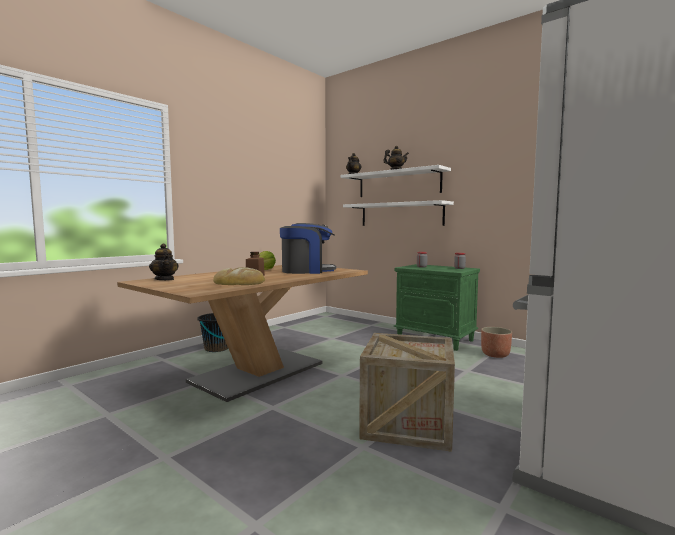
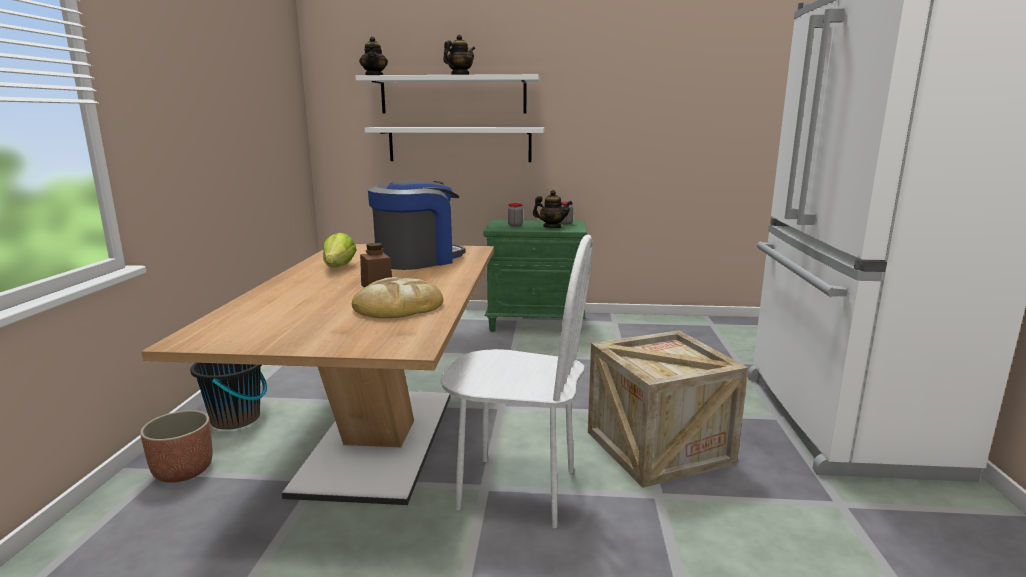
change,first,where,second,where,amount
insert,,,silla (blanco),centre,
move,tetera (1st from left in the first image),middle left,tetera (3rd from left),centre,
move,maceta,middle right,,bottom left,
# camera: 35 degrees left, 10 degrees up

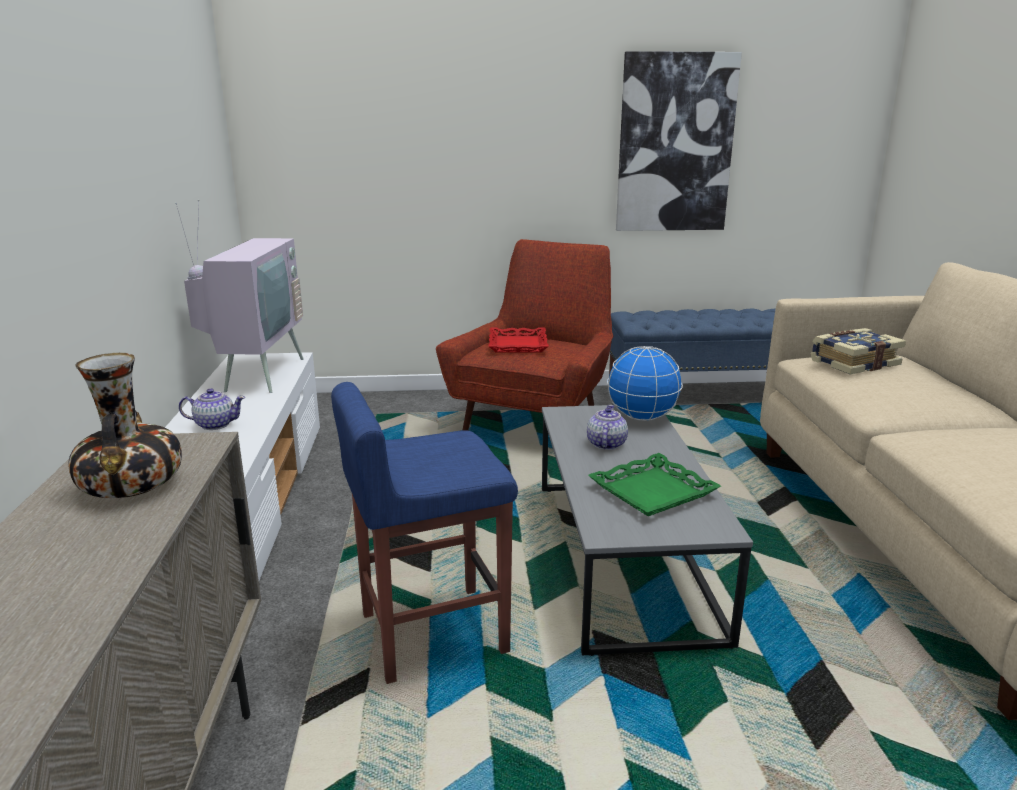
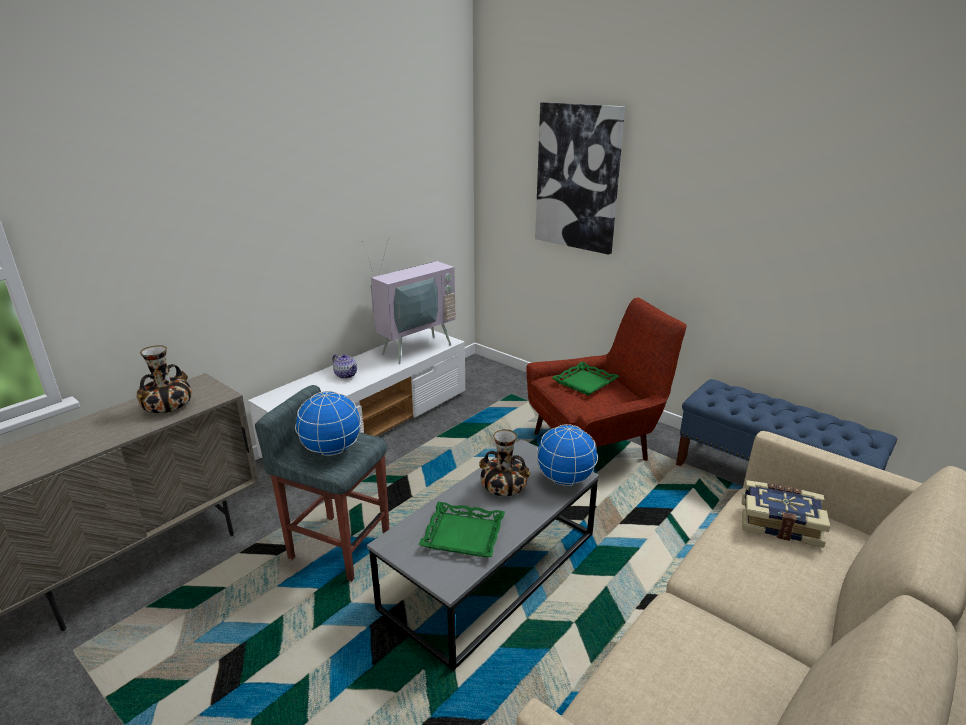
change,first,where,second,where,amount
insert,,,globo terráqueo (1st from left),centre,
move,cuadro,top right,,top centre,
replace,tetera (2nd from left),centre,florero (2nd from left),centre,
recolor,taburete (azul),bottom centre,taburete (gris),centre,
recolor,bandeja (rojo),centre,bandeja (verde) (2nd from left),centre,
# camera: 45 degrees right, 5 degrees up

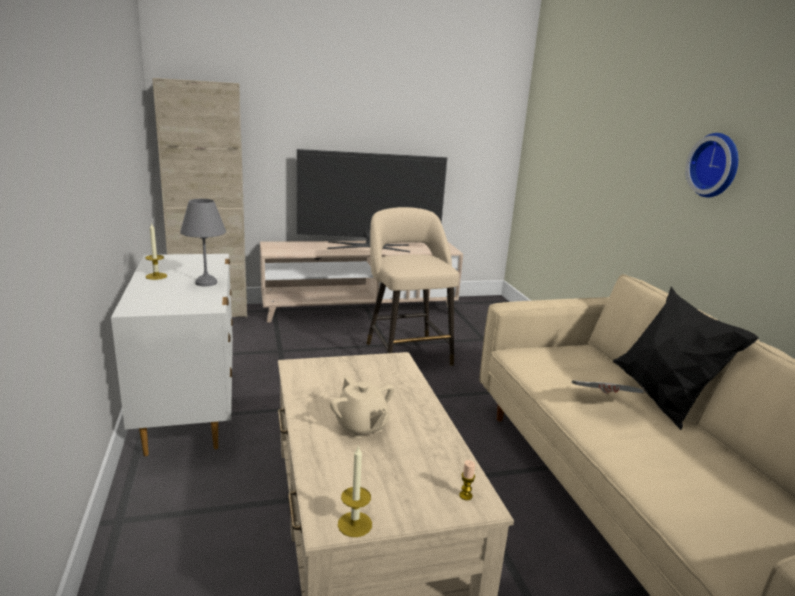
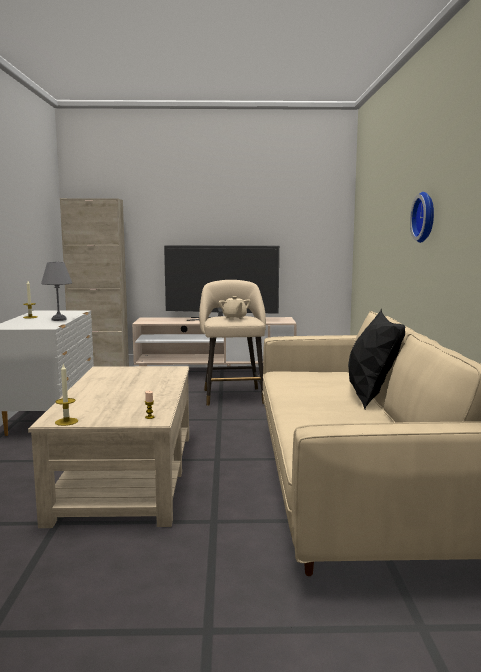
change,first,where,second,where,amount
delete,periódico,middle right,,,
move,tetera (beis),bottom centre,,centre,
# camera: 15 degrees right, 10 degrees down

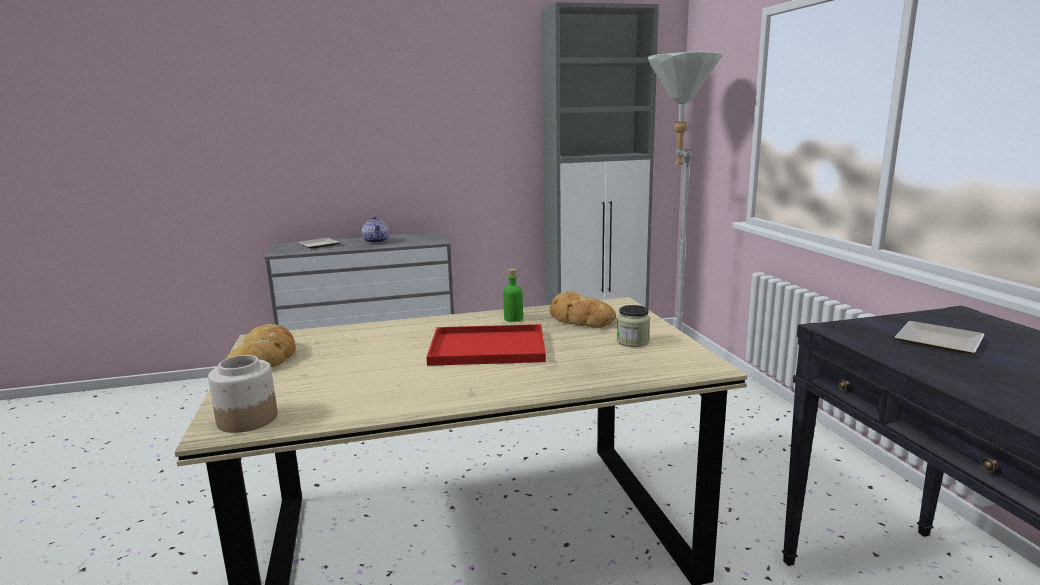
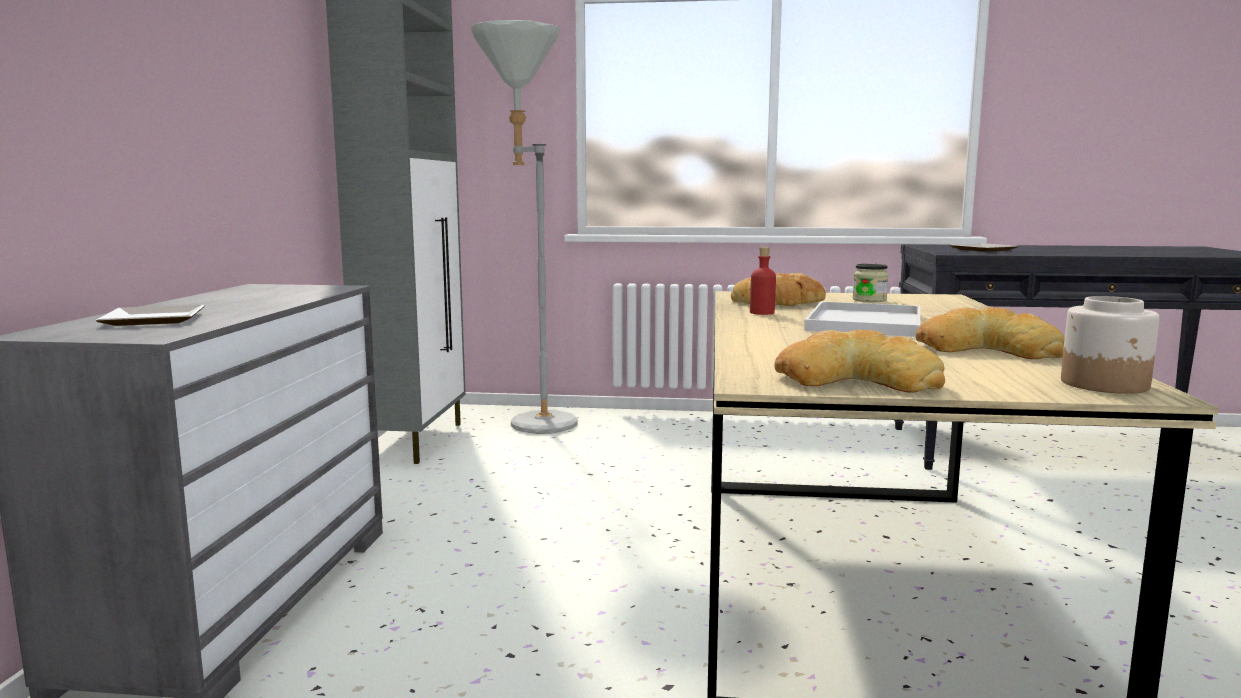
change,first,where,second,where,amount
delete,tetera,centre,,,
insert,,,pan (3rd from left),middle right,
recolor,bandeja (rojo),centre,bandeja (blanco),middle right,
recolor,botella (verde),centre,botella (rojo),centre,
# camera: 70 degrees left, 5 degrees down

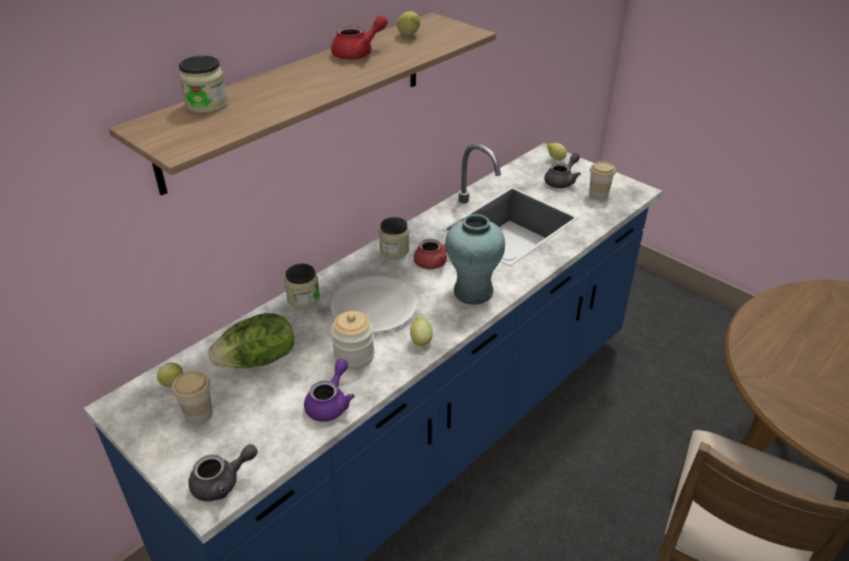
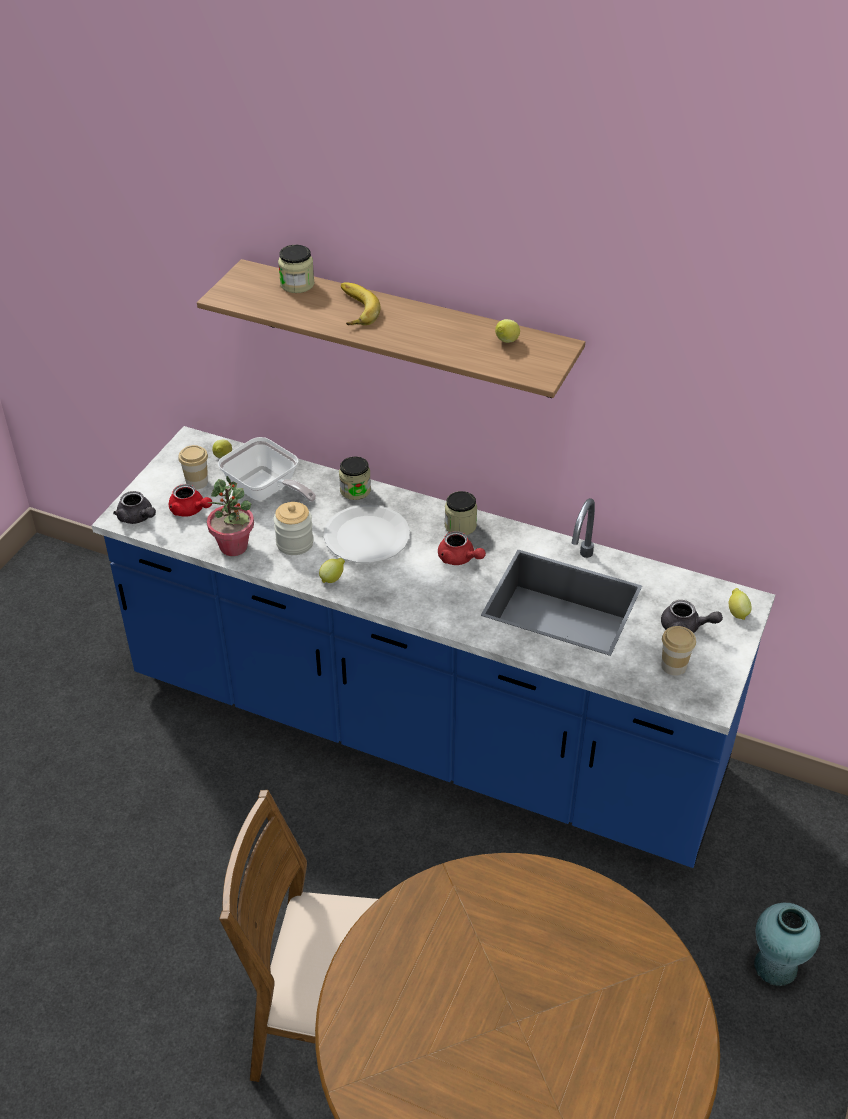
change,first,where,second,where,amount
insert,,,plátano,top centre,
move,tetera (rojo) (1st from left),top centre,,middle left,
move,florero (turquesa),centre,,bottom right,
replace,lechuga,middle left,sartén,middle left,
replace,tetera (morado),bottom centre,planta en maceta,middle left,
# camera: 70 degrees right, 5 degrees up

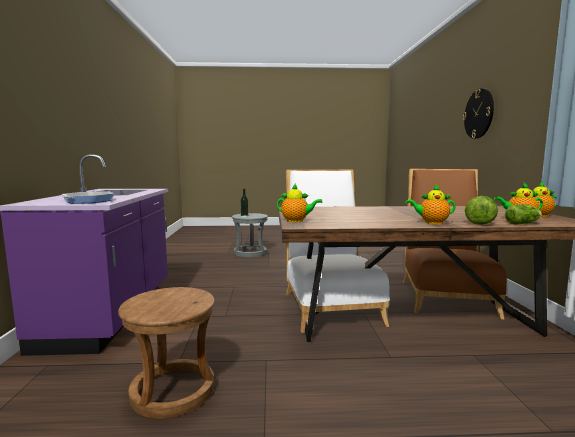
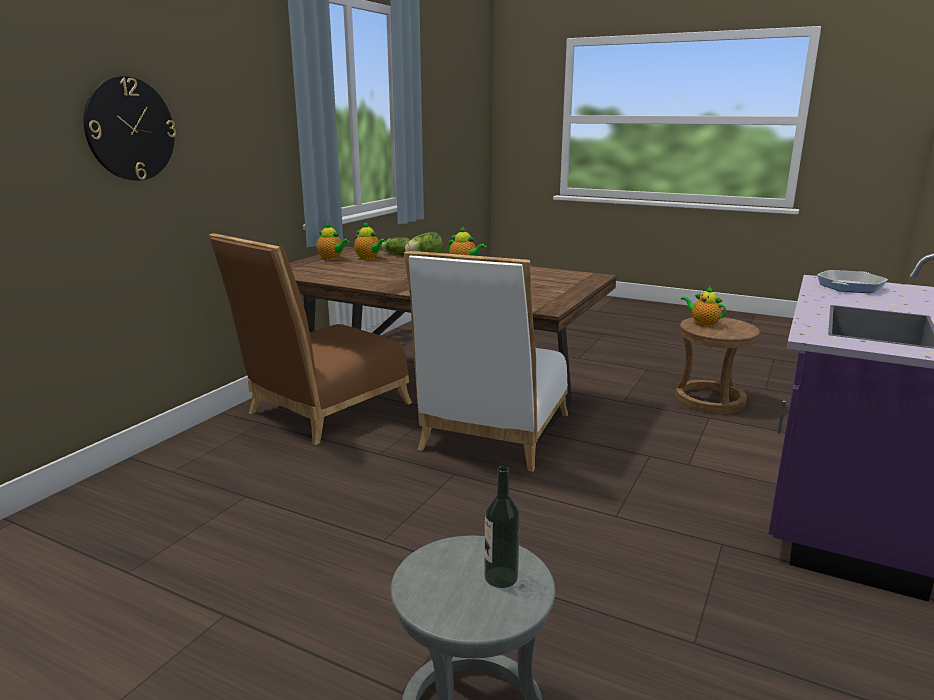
change,first,where,second,where,amount
move,tetera (1st from left in the first image),centre,tetera (4th from left),middle right,
# camera: 150 degrees left, 10 degrees up

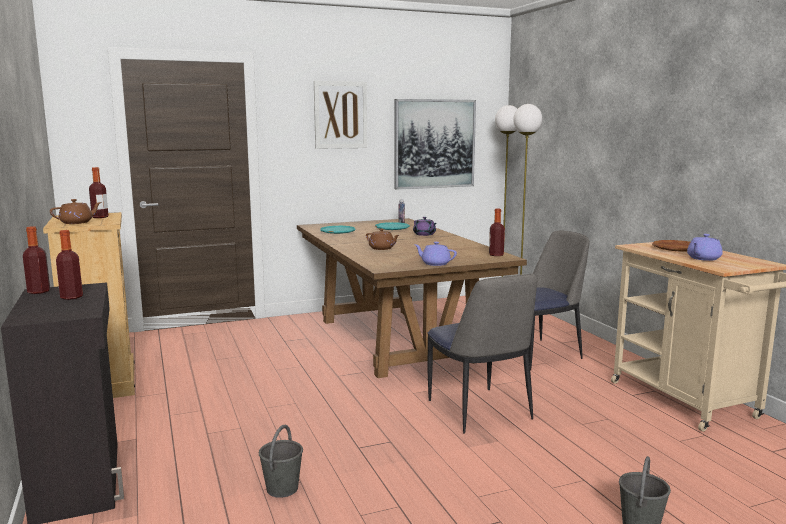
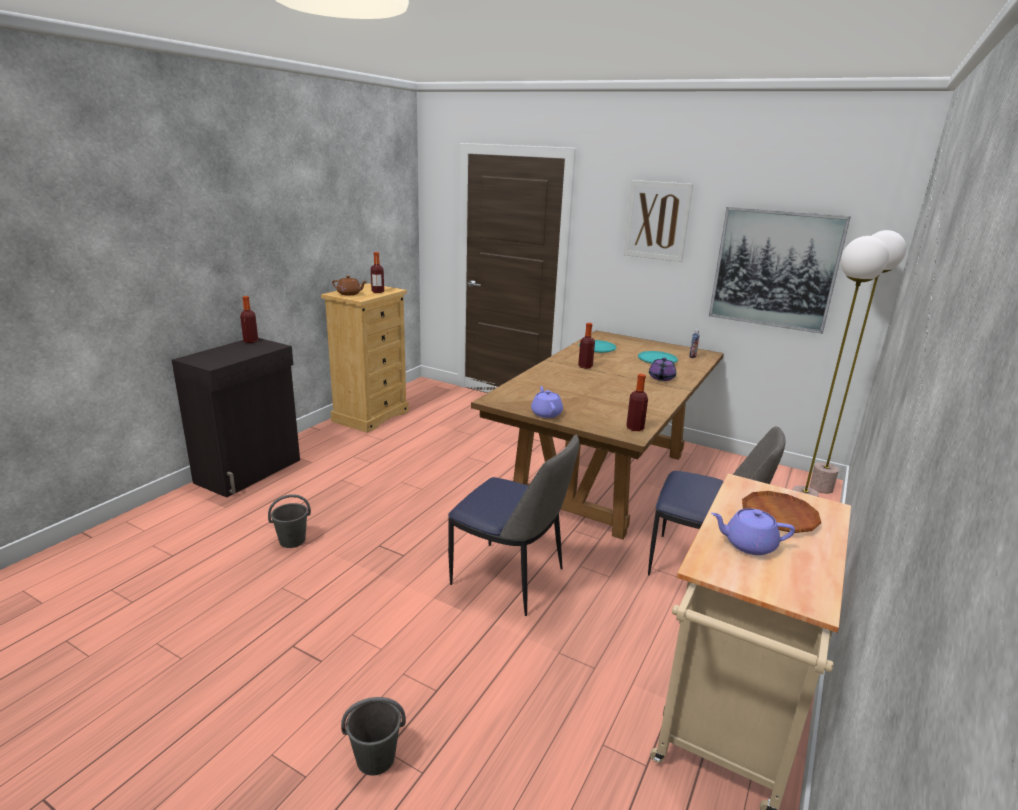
change,first,where,second,where,amount
delete,tetera (marrón) (2nd from left),centre,,,
move,botella (2nd from left in the first image),middle left,botella (3rd from left),centre,
rotate,silla (1st from left),bottom centre,,centre,90 degrees counterclockwise
# camera: 50 degrees right, 10 degrees up

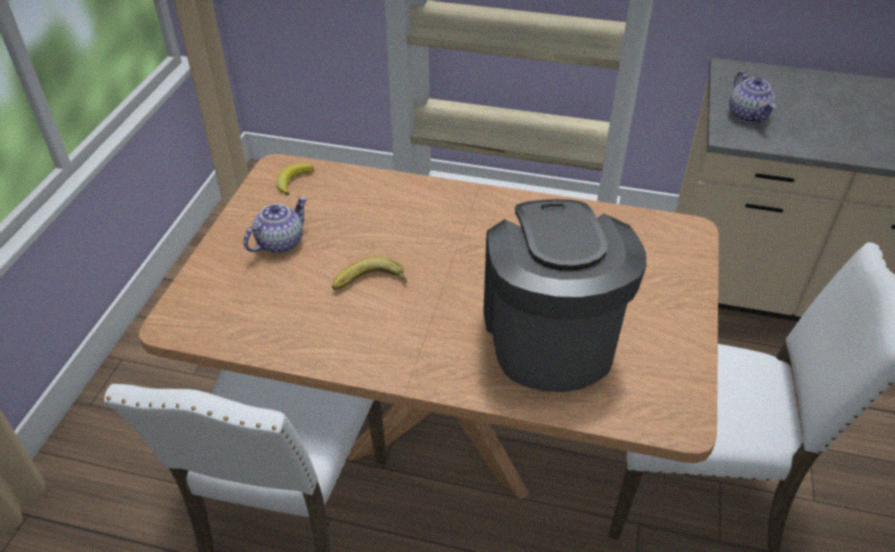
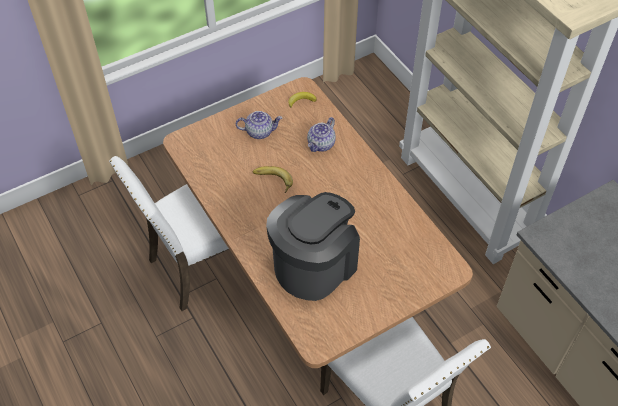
change,first,where,second,where,amount
move,tetera (2nd from left),top right,,top centre,
# camera: 45 degrees right, 10 degrees up

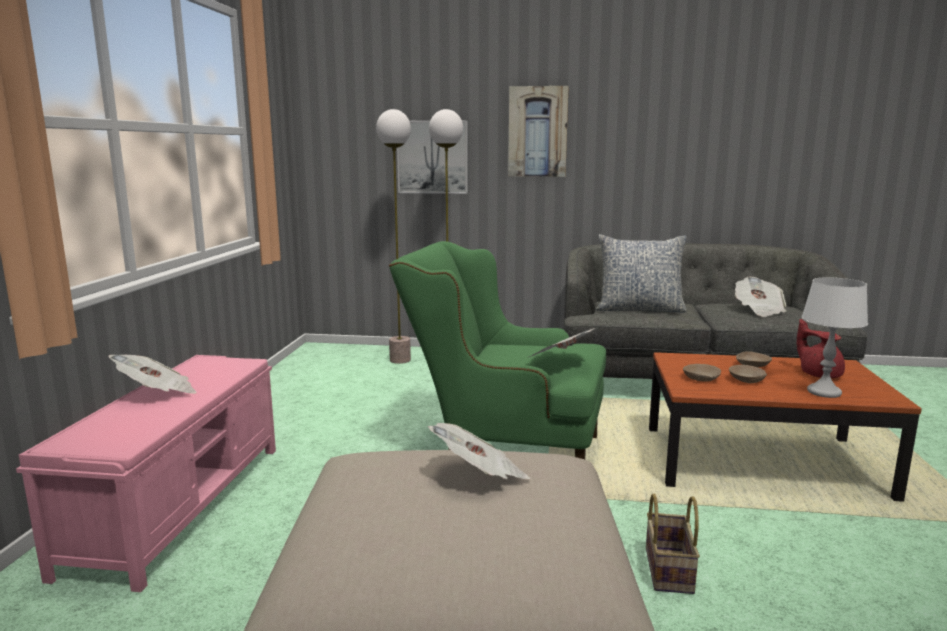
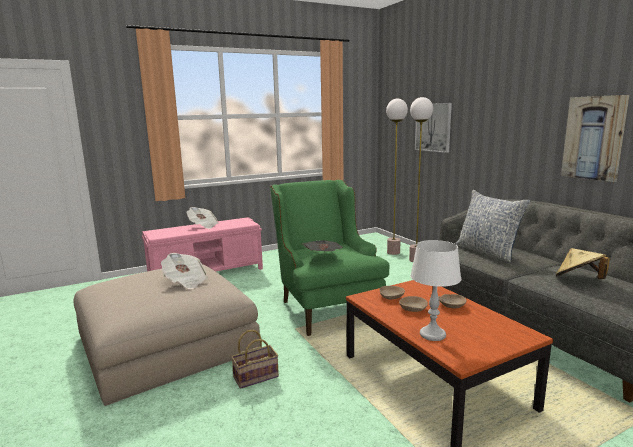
change,first,where,second,where,amount
delete,tetera (rojo),middle right,,,
move,cuadro (2nd from left),top centre,,top right,
replace,periódico (4th from left),middle right,sombrero (beis),middle right,
# camera: 55 degrees right, 0 degrees up

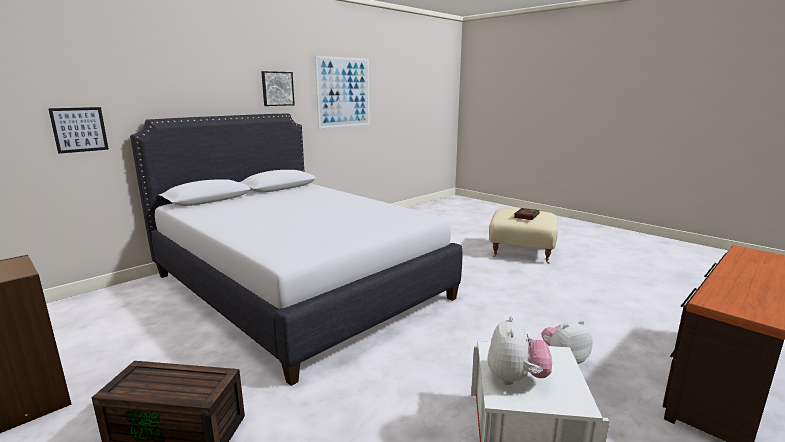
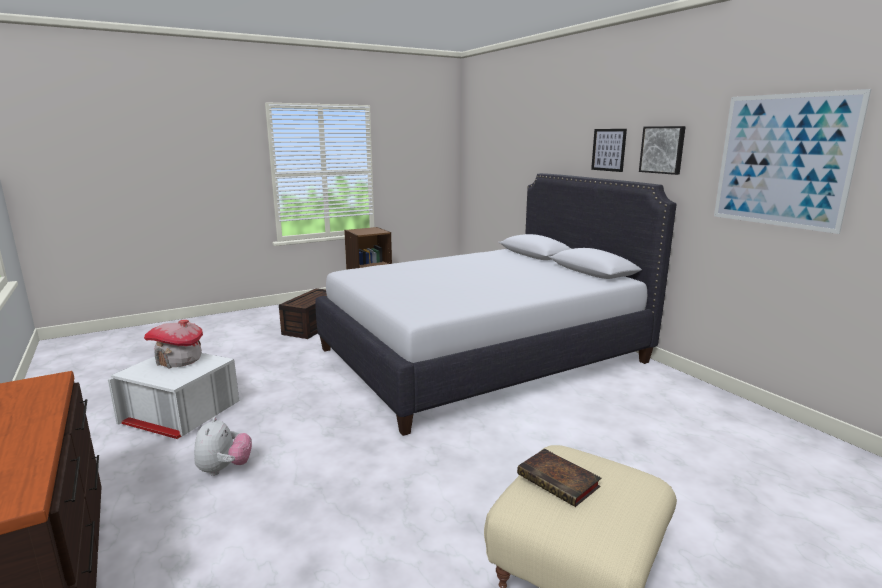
change,first,where,second,where,amount
move,cuadro (1st from left),top left,,top right,
replace,peluche (1st from left),bottom centre,casita,middle left,
# camera: 105 degrees right, 0 degrees up

